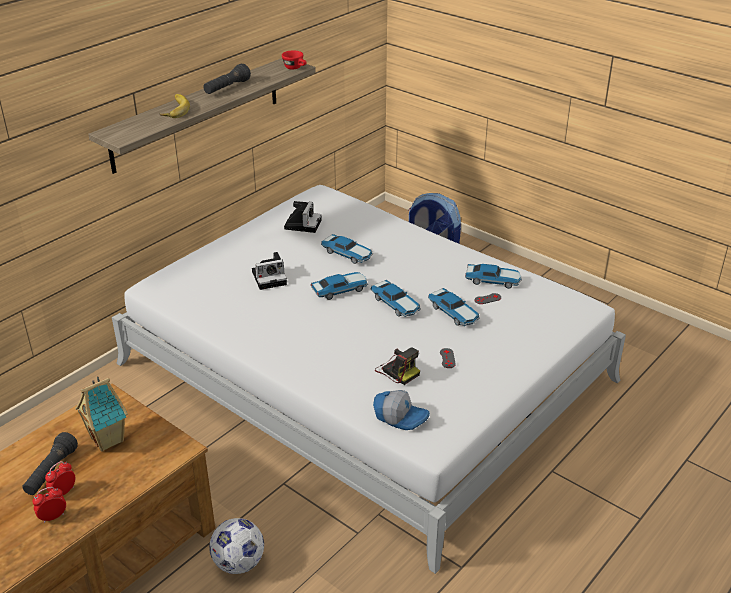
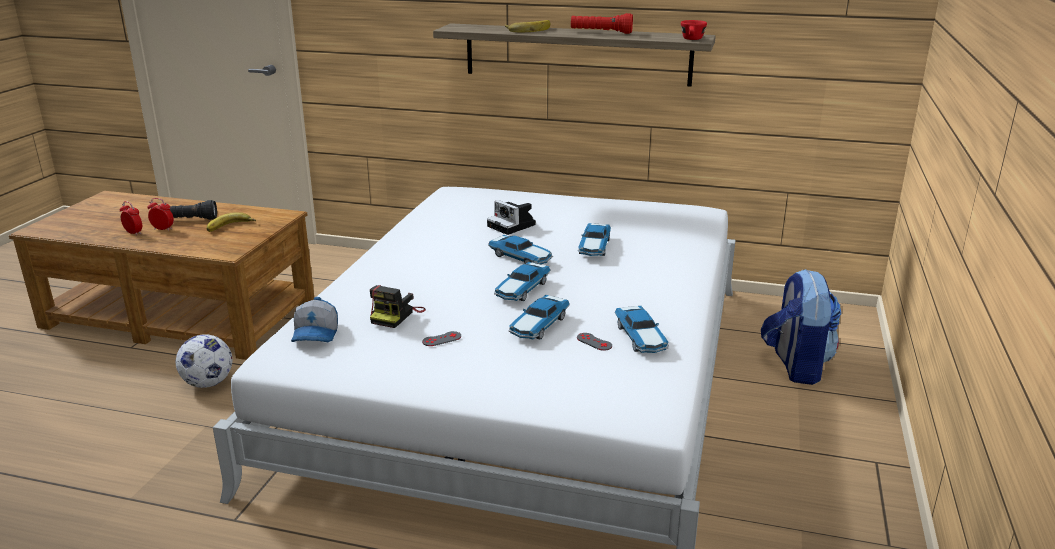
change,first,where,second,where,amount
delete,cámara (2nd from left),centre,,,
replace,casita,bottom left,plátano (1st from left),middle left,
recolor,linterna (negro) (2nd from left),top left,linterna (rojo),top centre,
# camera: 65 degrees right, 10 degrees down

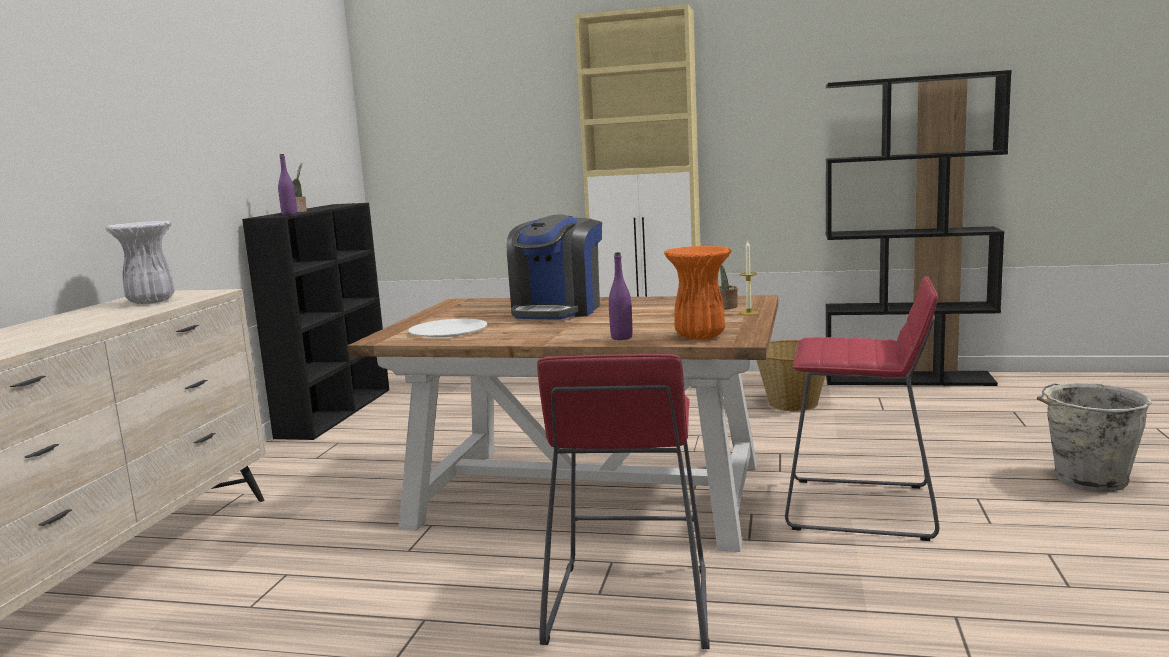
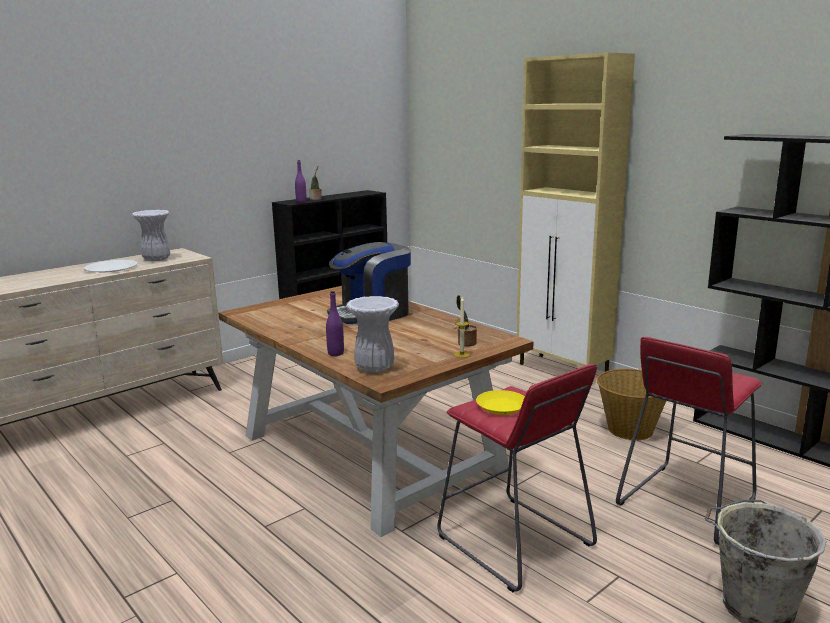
change,first,where,second,where,amount
insert,,,plato (amarillo),centre,
move,plato (blanco),centre,,middle left,
move,taburete (rojo) (1st from left in the first image),bottom centre,taburete (rojo) (2nd from left),bottom right,
recolor,florero (naranja),centre,florero (blanco) (2nd from left),centre,
# camera: 35 degrees right, 5 degrees up

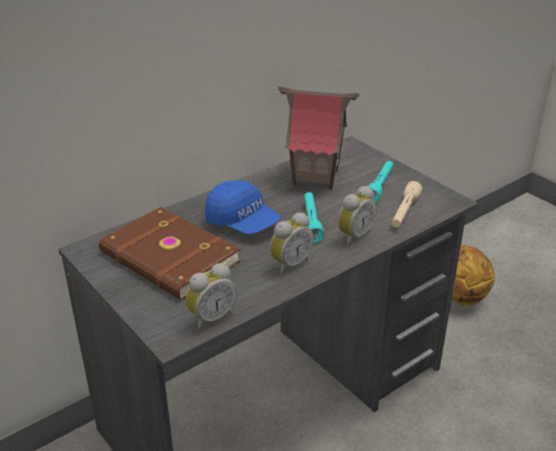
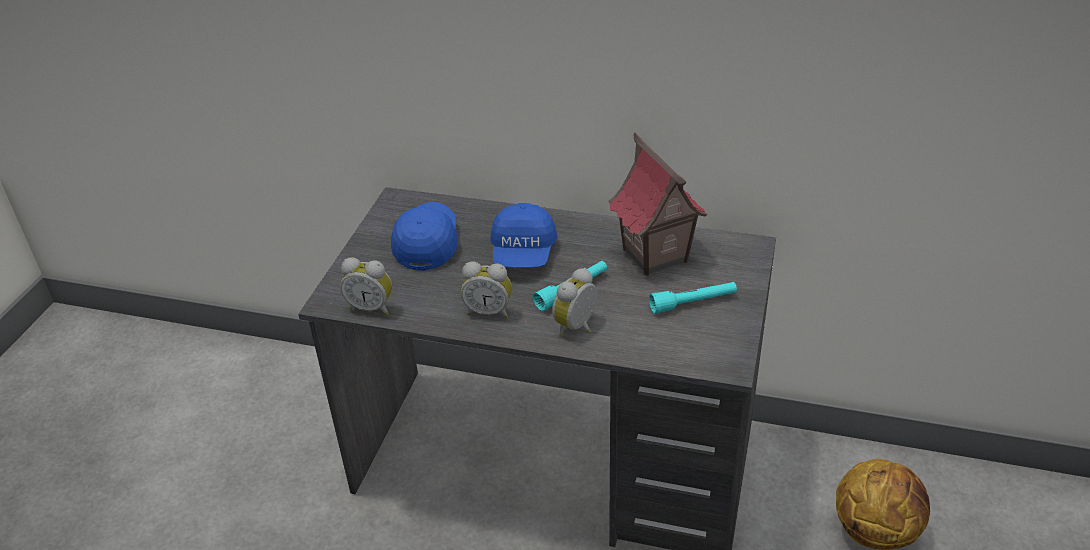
change,first,where,second,where,amount
delete,linterna (beis),middle right,,,
replace,libro (marrón),middle left,gorra (azul) (1st from left),centre,
rotate,despertador (3rd from left),centre,,centre,120 degrees clockwise
# camera: 55 degrees right, 5 degrees up

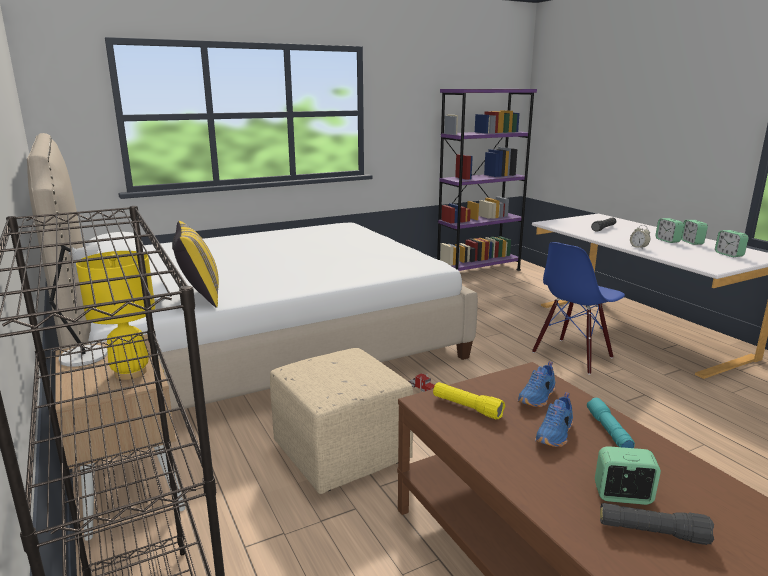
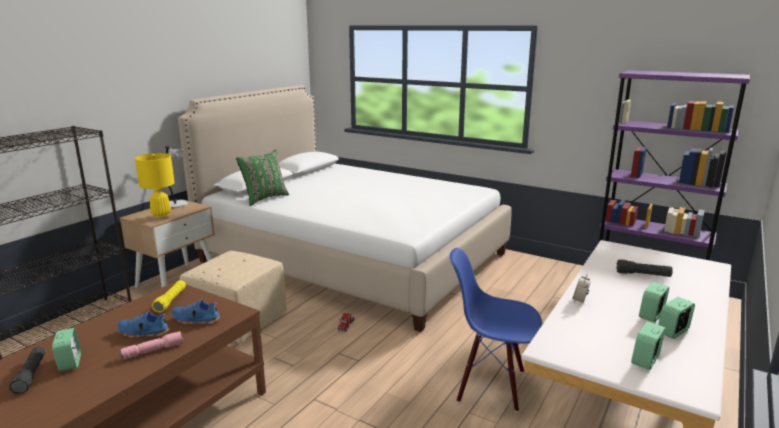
change,first,where,second,where,amount
recolor,cojín (amarillo),middle left,cojín (verde),centre,
recolor,linterna (turquesa),bottom right,linterna (rosa),bottom left,
# camera: 60 degrees right, 0 degrees up

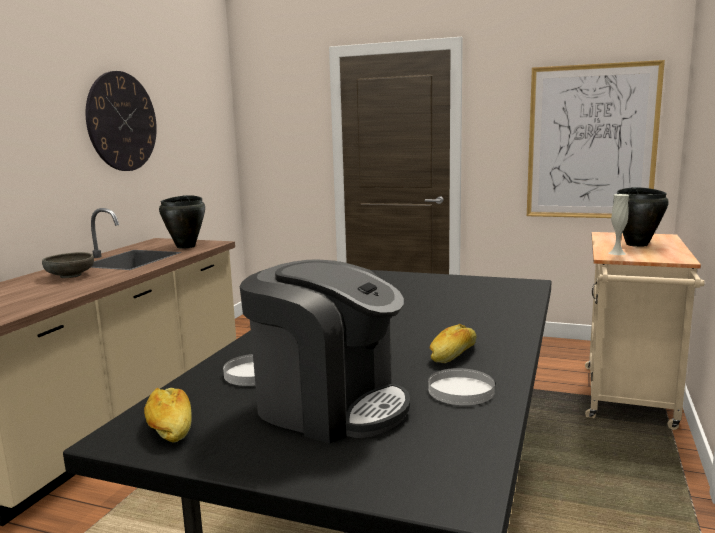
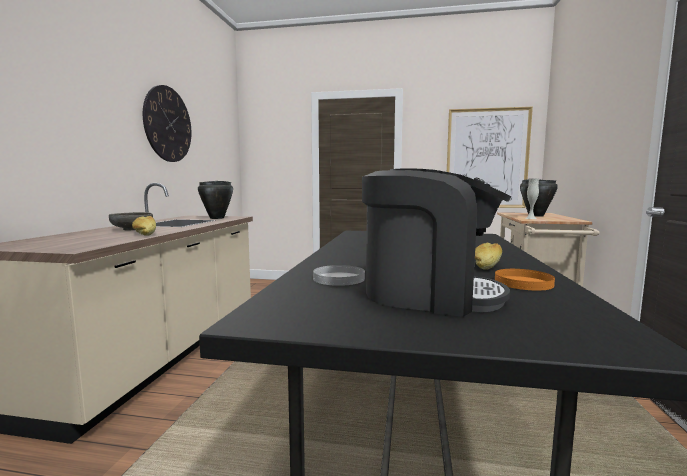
change,first,where,second,where,amount
move,pan (1st from left),bottom left,,middle left,
recolor,plato (blanco) (2nd from left),bottom centre,plato (naranja),middle right,
# camera: 10 degrees left, 5 degrees down

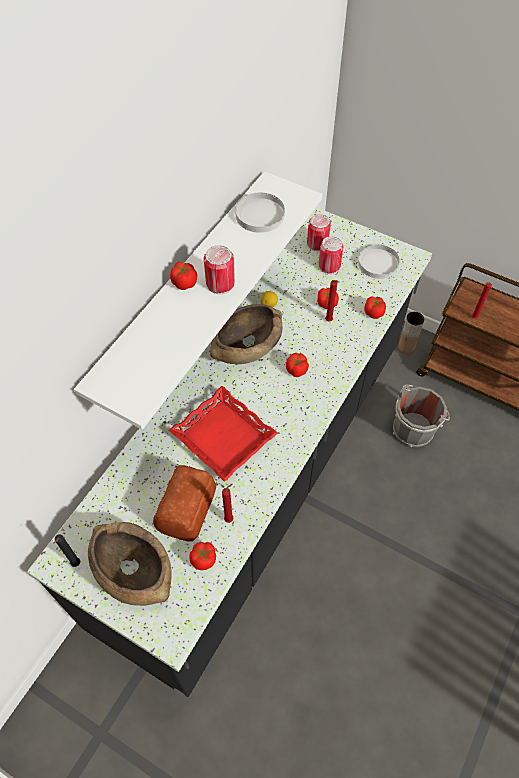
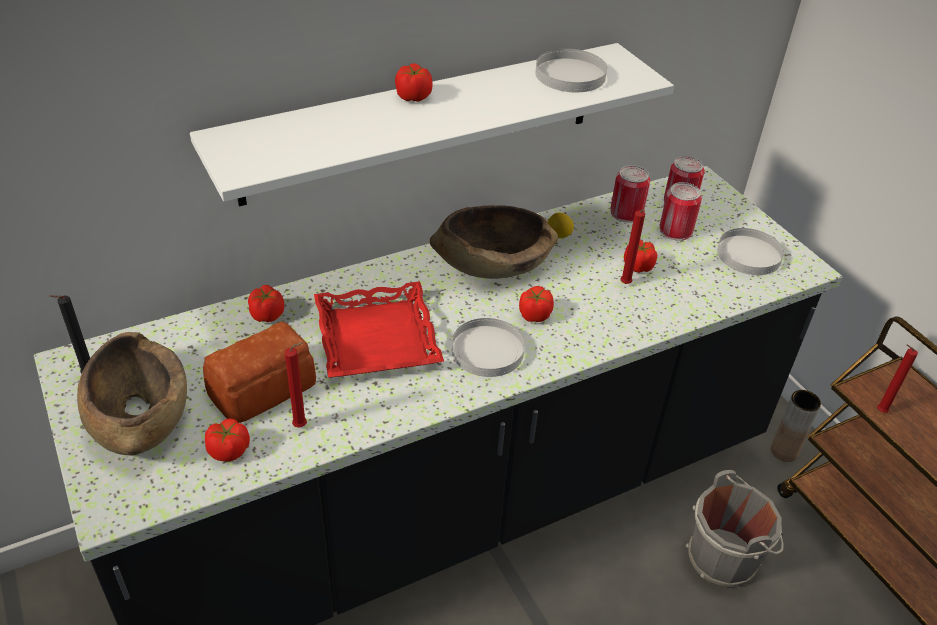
change,first,where,second,where,amount
insert,,,plato (blanco) (1st from left),centre,
move,lata (1st from left),centre,,top right,
move,tomate (5th from left in the first image),middle right,tomate (2nd from left),middle left,
# camera: 30 degrees right, 15 degrees down

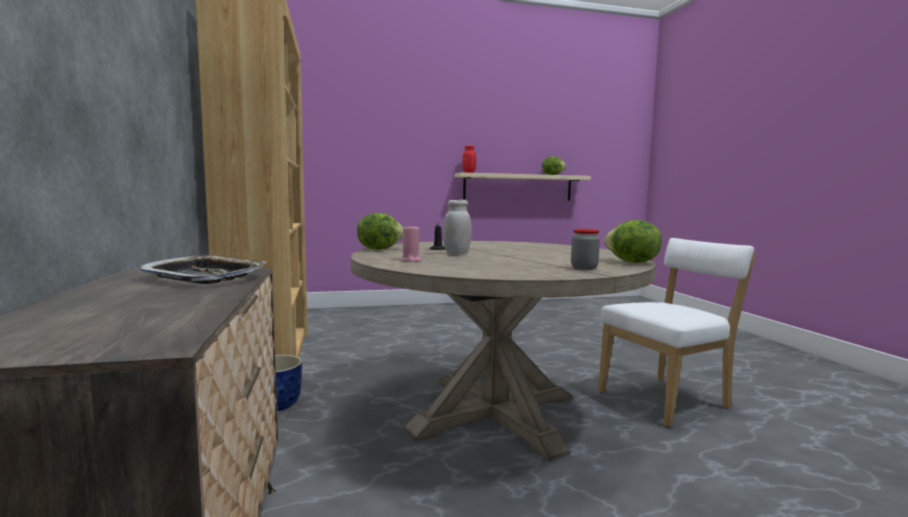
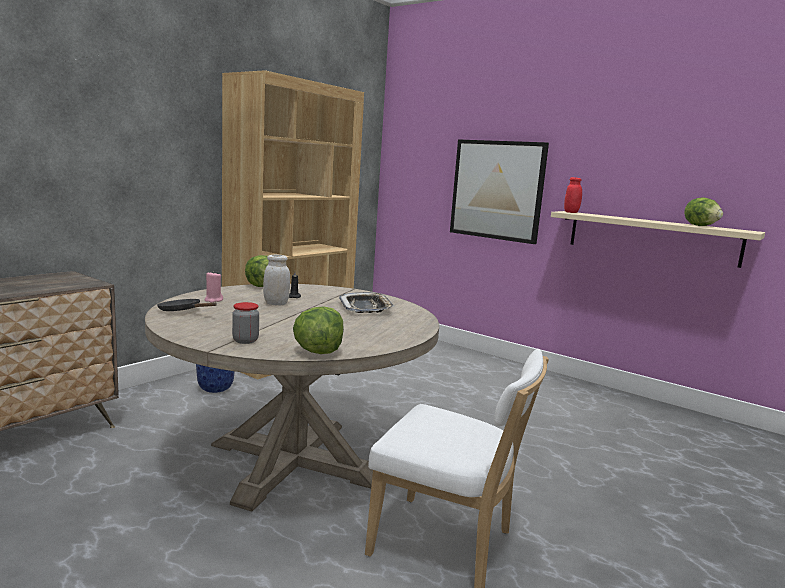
change,first,where,second,where,amount
insert,,,sartén (negro),middle left,
insert,,,cuadro,top centre,
move,bandeja,middle left,,centre,
# camera: 50 degrees right, 5 degrees up

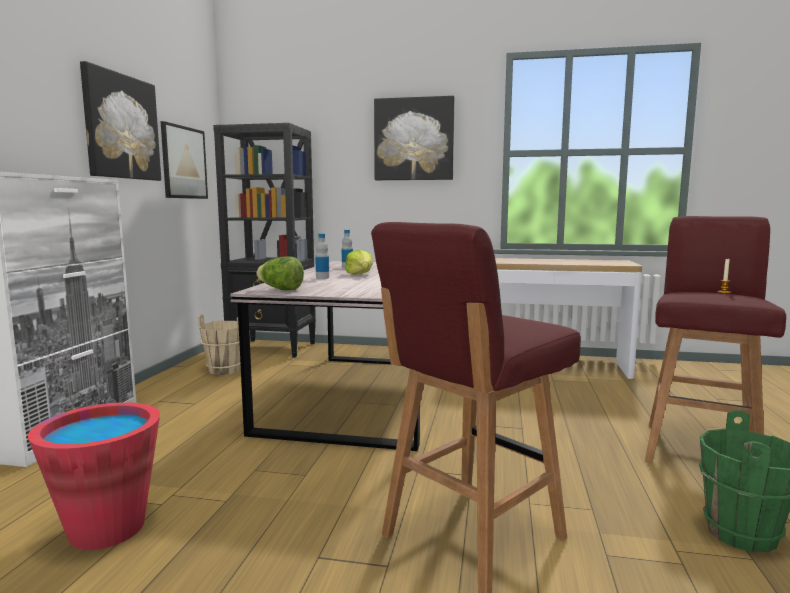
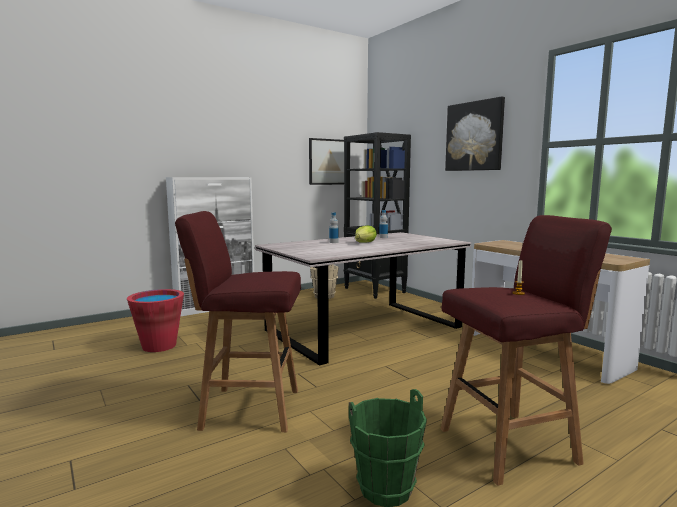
change,first,where,second,where,amount
delete,cuadro (1st from left),top left,,,
delete,lechuga (1st from left),centre,,,
# camera: 45 degrees right, 0 degrees up

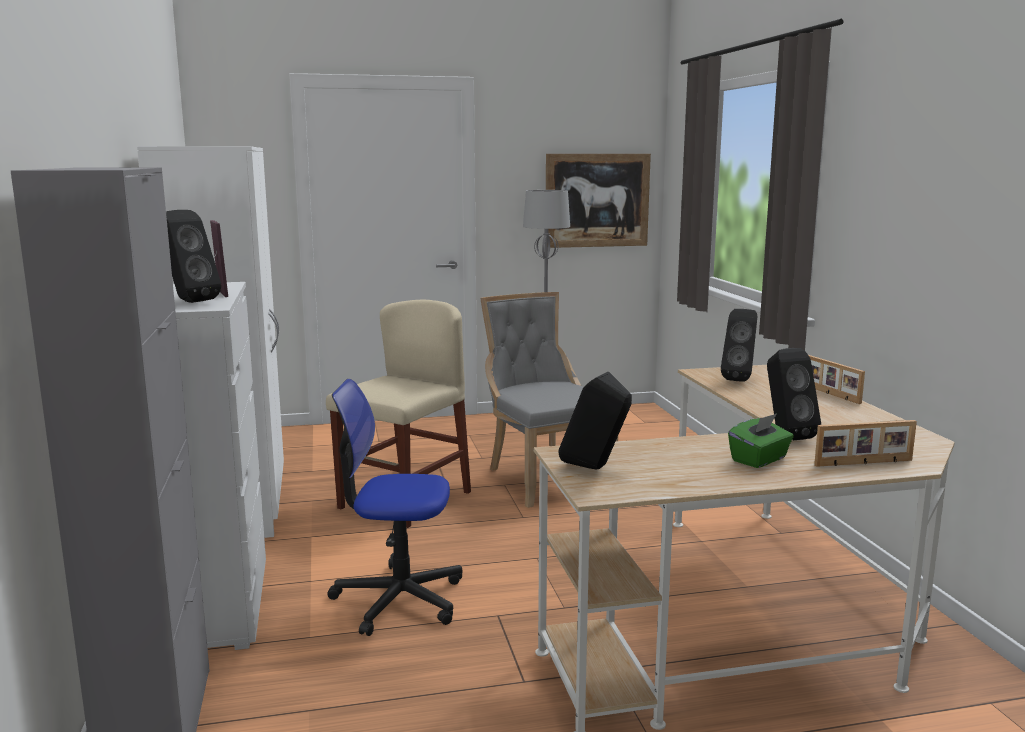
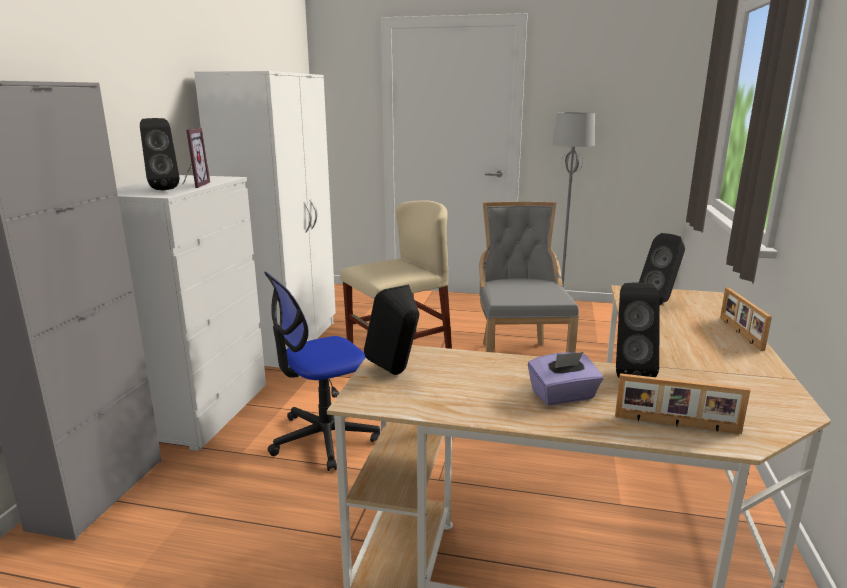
change,first,where,second,where,amount
delete,cuadro,top centre,,,
recolor,caja de pañuelos (verde),middle right,caja de pañuelos (morado),middle right,
rotate,silla de oficina,bottom centre,,centre,60 degrees counterclockwise
# camera: 25 degrees right, 5 degrees up

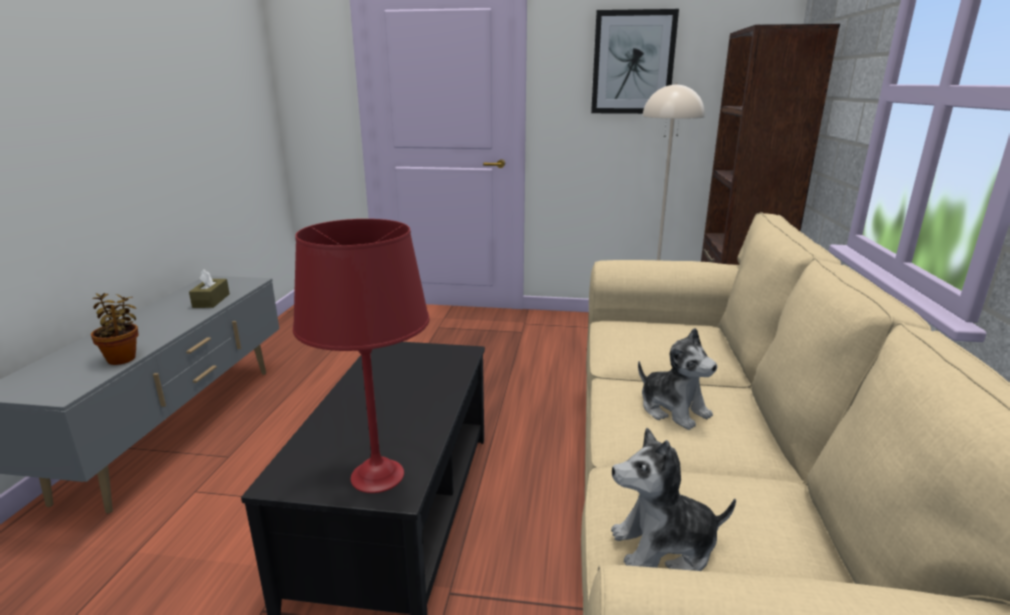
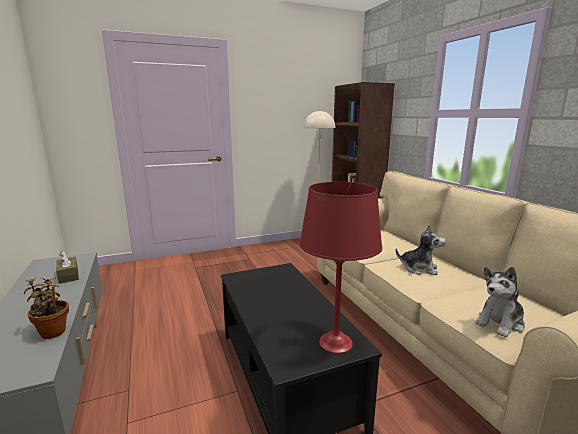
change,first,where,second,where,amount
delete,cuadro,top centre,,,
# camera: 30 degrees left, 5 degrees down

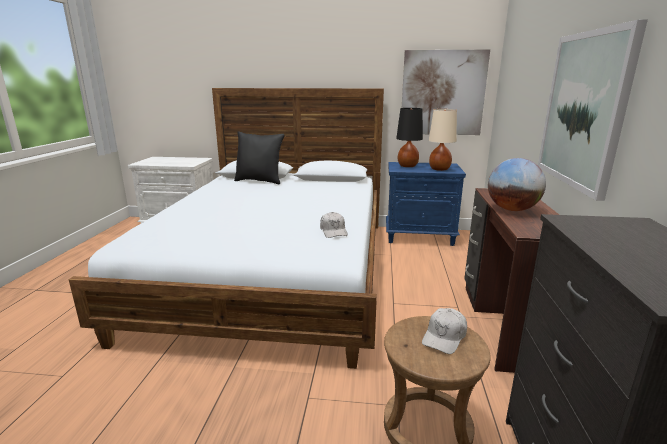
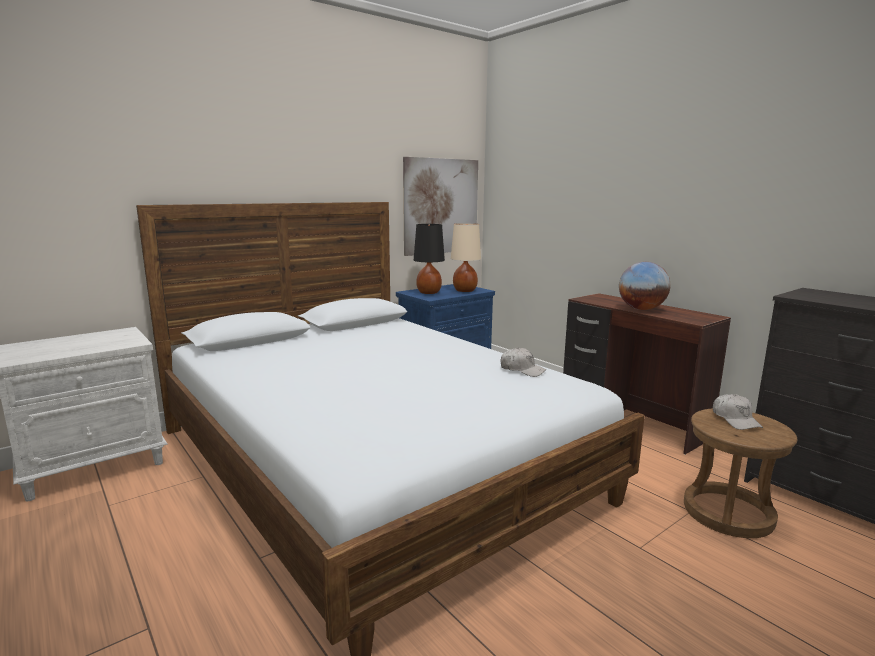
change,first,where,second,where,amount
delete,cojín (negro),centre,,,
delete,cuadro (2nd from left),top right,,,
# camera: 45 degrees left, 5 degrees down

